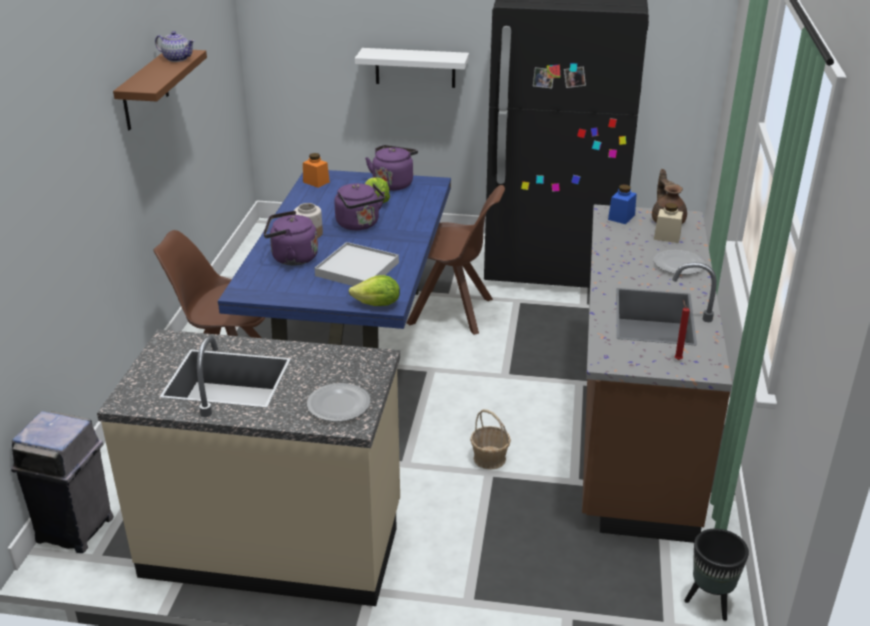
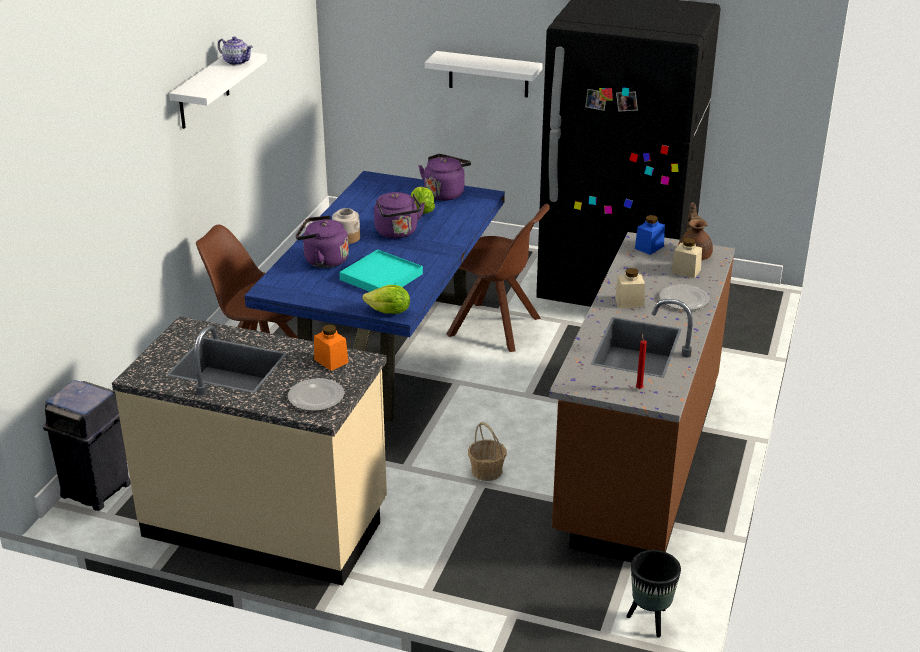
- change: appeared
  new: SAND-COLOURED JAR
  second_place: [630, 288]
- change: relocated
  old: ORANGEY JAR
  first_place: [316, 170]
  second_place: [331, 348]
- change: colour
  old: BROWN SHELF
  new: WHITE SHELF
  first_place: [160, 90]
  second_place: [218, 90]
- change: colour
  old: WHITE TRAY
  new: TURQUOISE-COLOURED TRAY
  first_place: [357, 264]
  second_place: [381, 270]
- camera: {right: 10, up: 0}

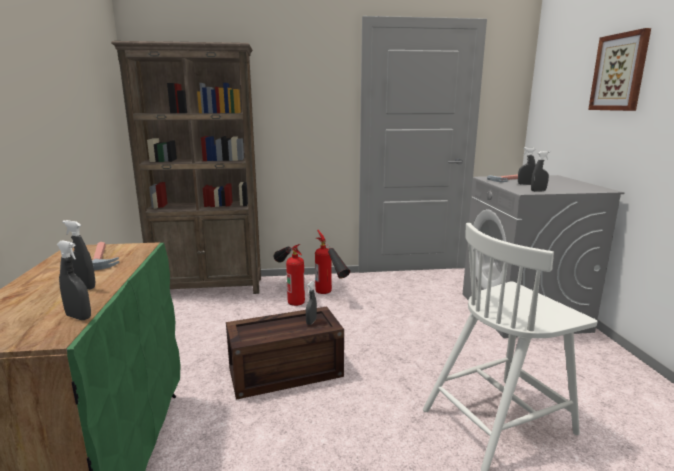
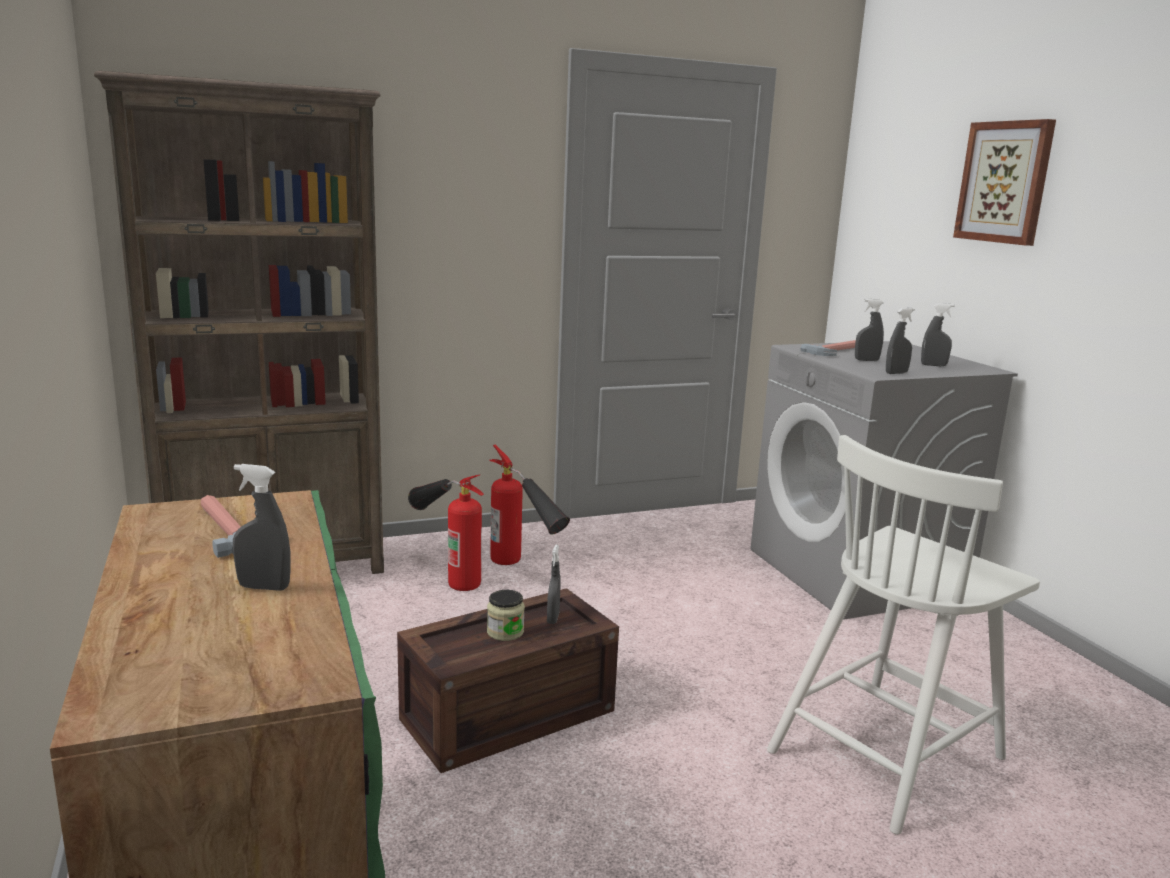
- change: appeared
  new: JAR
  second_place: [506, 615]
- change: relocated
  old: GREY HAND SPRAYER
  first_place: [74, 280]
  second_place: [937, 334]
- camera: {right: -15, up: 0}

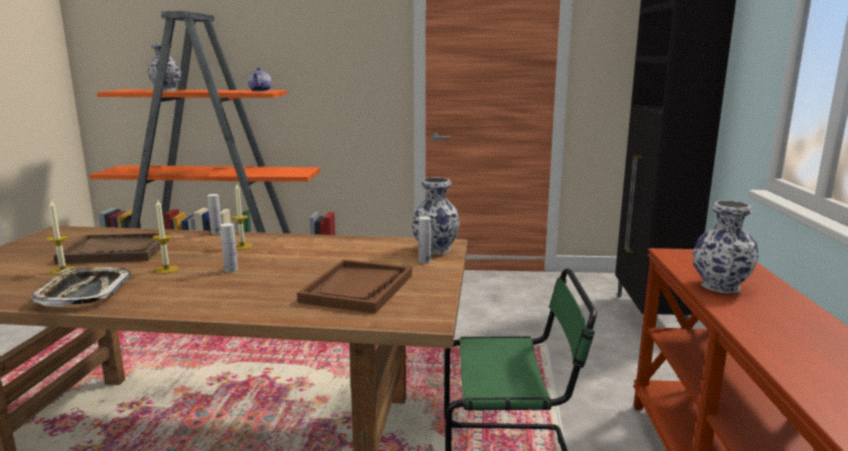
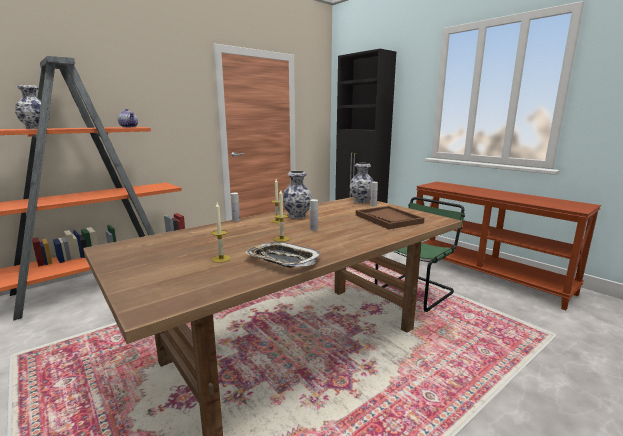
- change: missing
  old: BROWN TRAY
  first_place: [111, 248]
- change: relocated
  old: FLOWER VASE
  first_place: [726, 247]
  second_place: [297, 194]
- camera: {right: -45, up: 0}

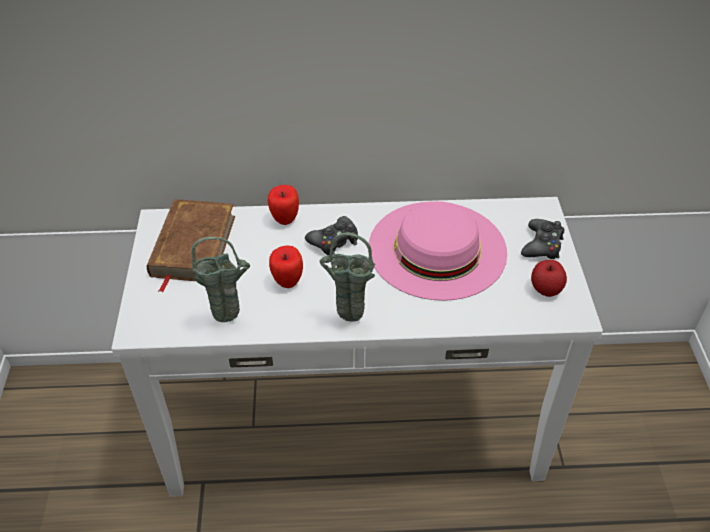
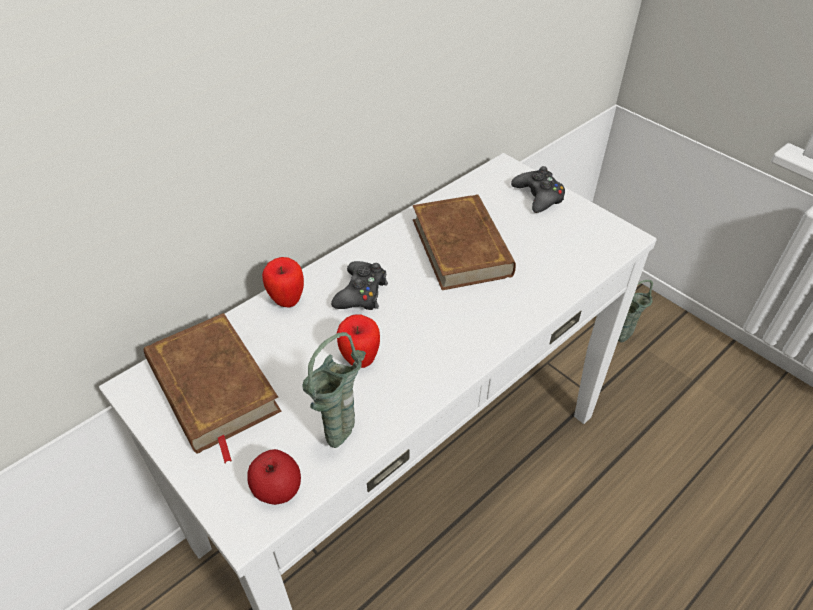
- change: relocated
  old: GREEN FLOWER VASE
  first_place: [347, 276]
  second_place: [635, 311]
- change: relocated
  old: WHOLE APPLE
  first_place: [549, 278]
  second_place: [274, 477]
- change: exchanged
  old: PINKISH WEARABLE HAT
  new: BROWN BOUND BOOK
  first_place: [438, 251]
  second_place: [464, 242]
- camera: {right: -40, up: 0}

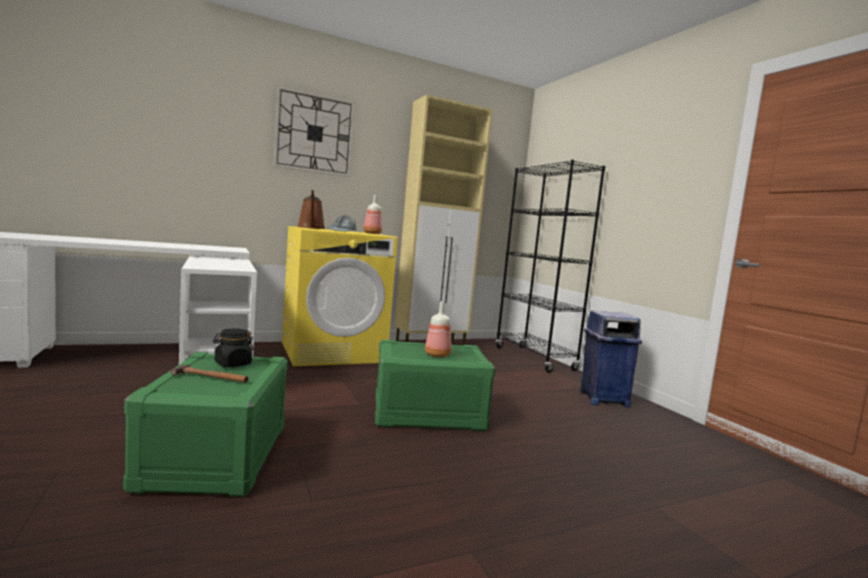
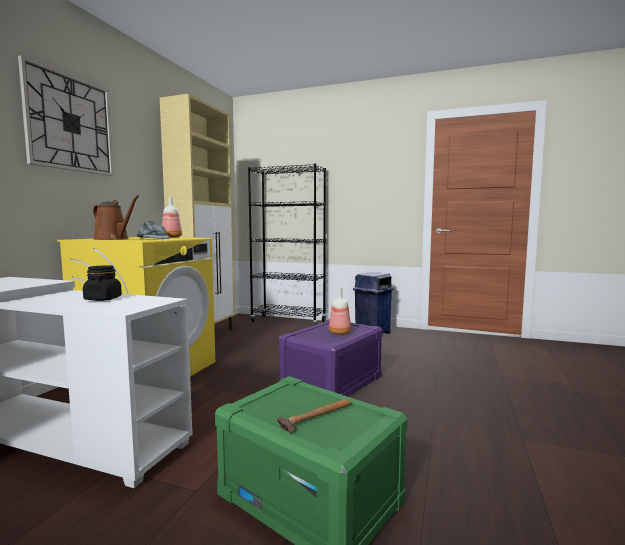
- change: relocated
  old: BLACK-COLOURED JAR
  first_place: [233, 347]
  second_place: [102, 283]
- change: colour
  old: GREEN STORAGE BOX
  new: PURPLE STORAGE BOX
  first_place: [435, 385]
  second_place: [330, 358]
- camera: {right: -45, up: 0}

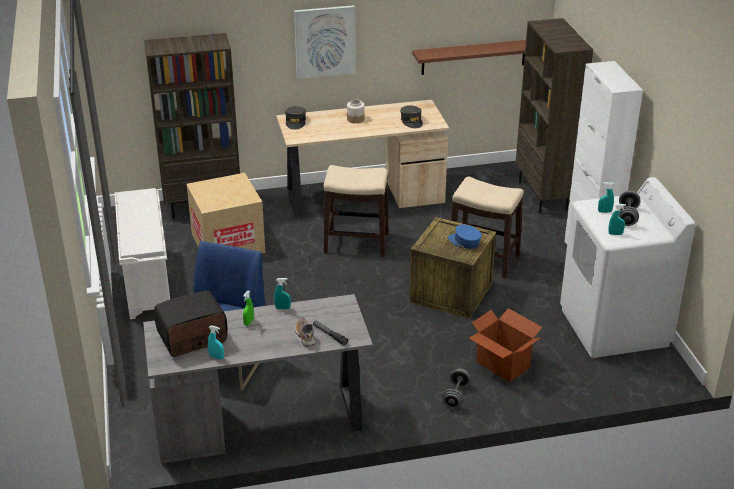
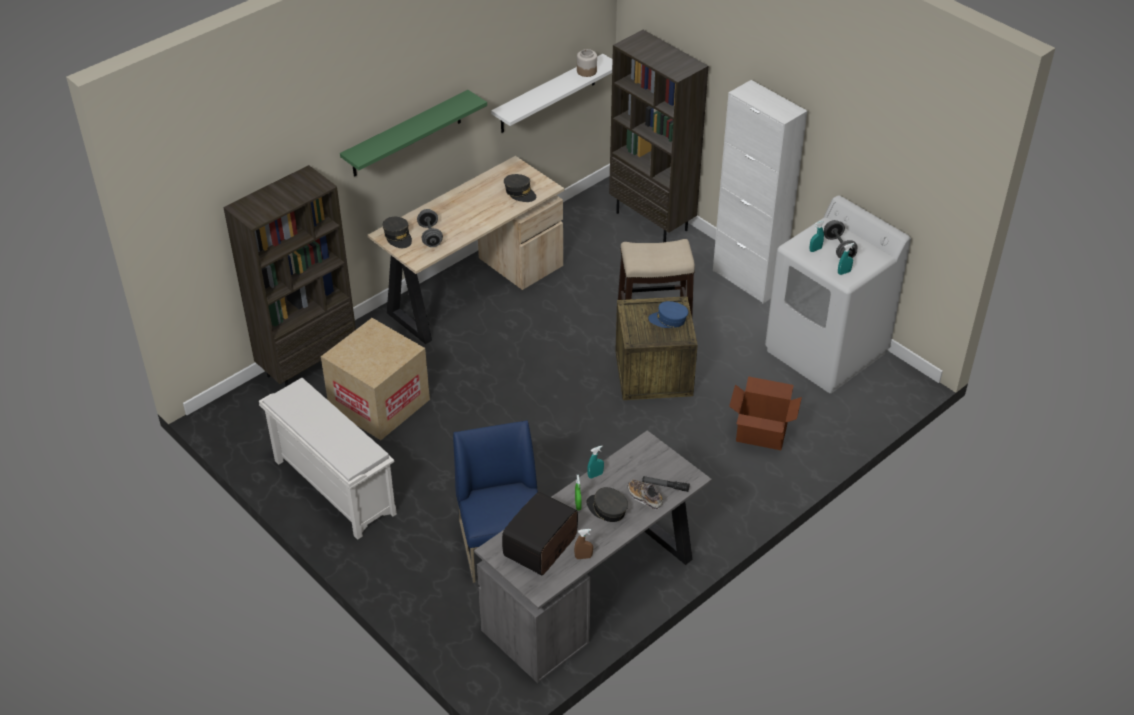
- change: missing
  old: STOOL SEAT
  first_place: [356, 211]
- change: appeared
  new: GREY PEAKED CAP
  second_place: [607, 504]
- change: relocated
  old: JAR
  first_place: [356, 111]
  second_place: [587, 63]
- change: relocated
  old: GREY HAND WEIGHT
  first_place: [456, 388]
  second_place: [430, 228]
- change: exchanged
  old: WALL PICTURE
  new: GREEN SHELF
  first_place: [324, 42]
  second_place: [413, 133]
- change: colour
  old: TURQUOISE-COLOURED HAND SPRAYER
  new: BROWN HAND SPRAYER
  first_place: [216, 342]
  second_place: [583, 544]
- change: colour
  old: BROWN SHELF
  new: WHITE SHELF
  first_place: [469, 57]
  second_place: [552, 93]
- camera: {right: -30, up: 10}

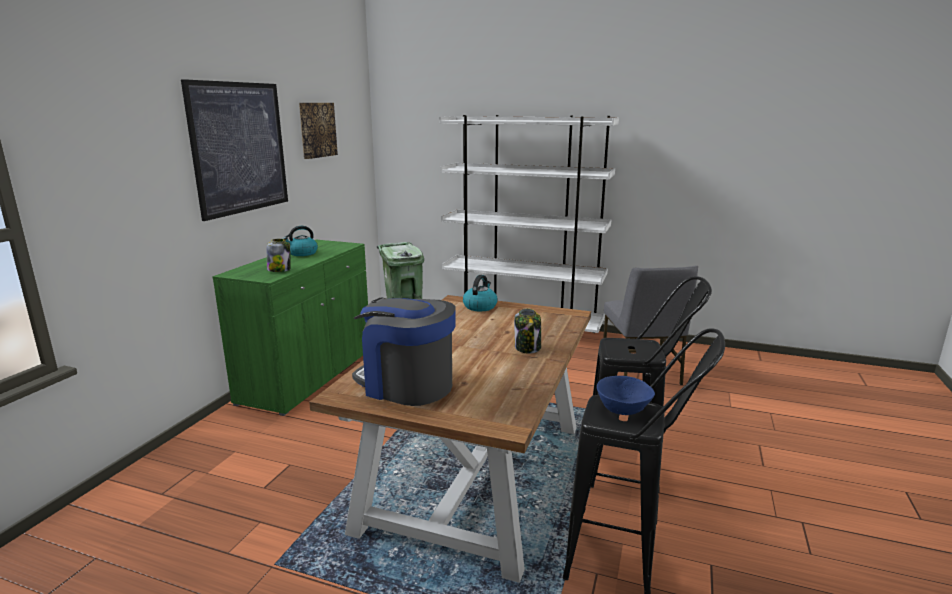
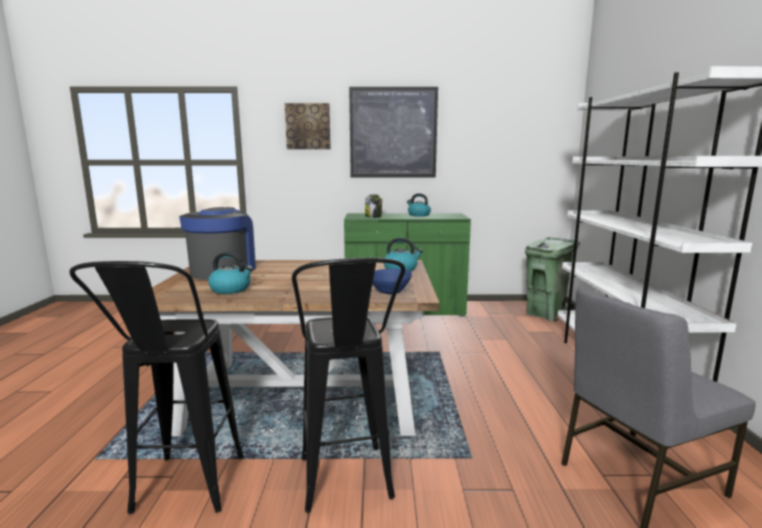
- change: missing
  old: JAR
  first_place: [527, 331]
- change: appeared
  new: TEA KETTLE
  second_place: [230, 273]
- change: relocated
  old: WALL PICTURE
  first_place: [318, 131]
  second_place: [308, 126]
- change: relocated
  old: BLUE BOWL
  first_place: [626, 395]
  second_place: [392, 281]
- camera: {right: 70, up: -5}

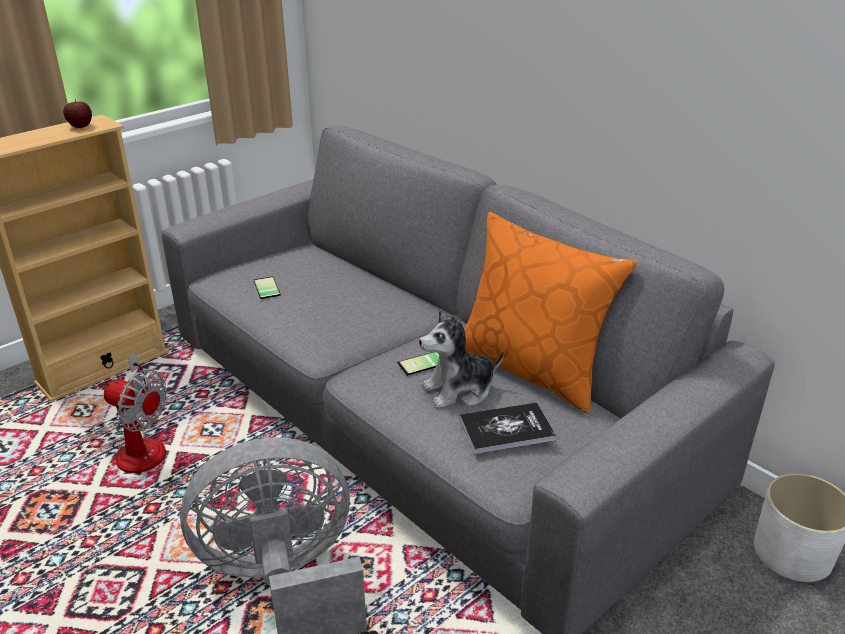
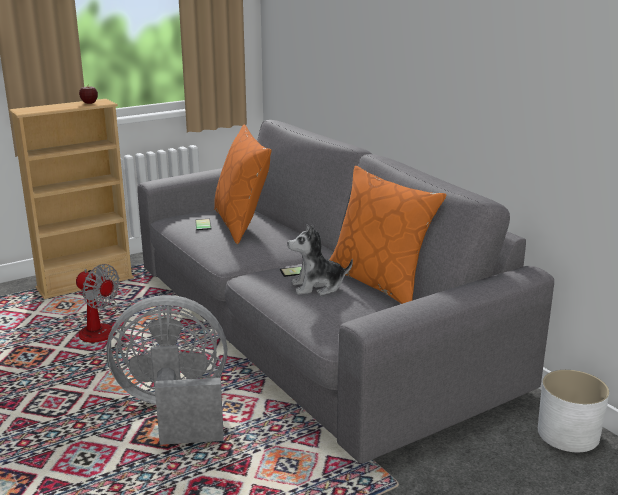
- change: missing
  old: BOUND BOOK
  first_place: [507, 428]
- change: appeared
  new: ORANGEY PILLOW
  second_place: [243, 184]
- camera: {right: 10, up: -10}

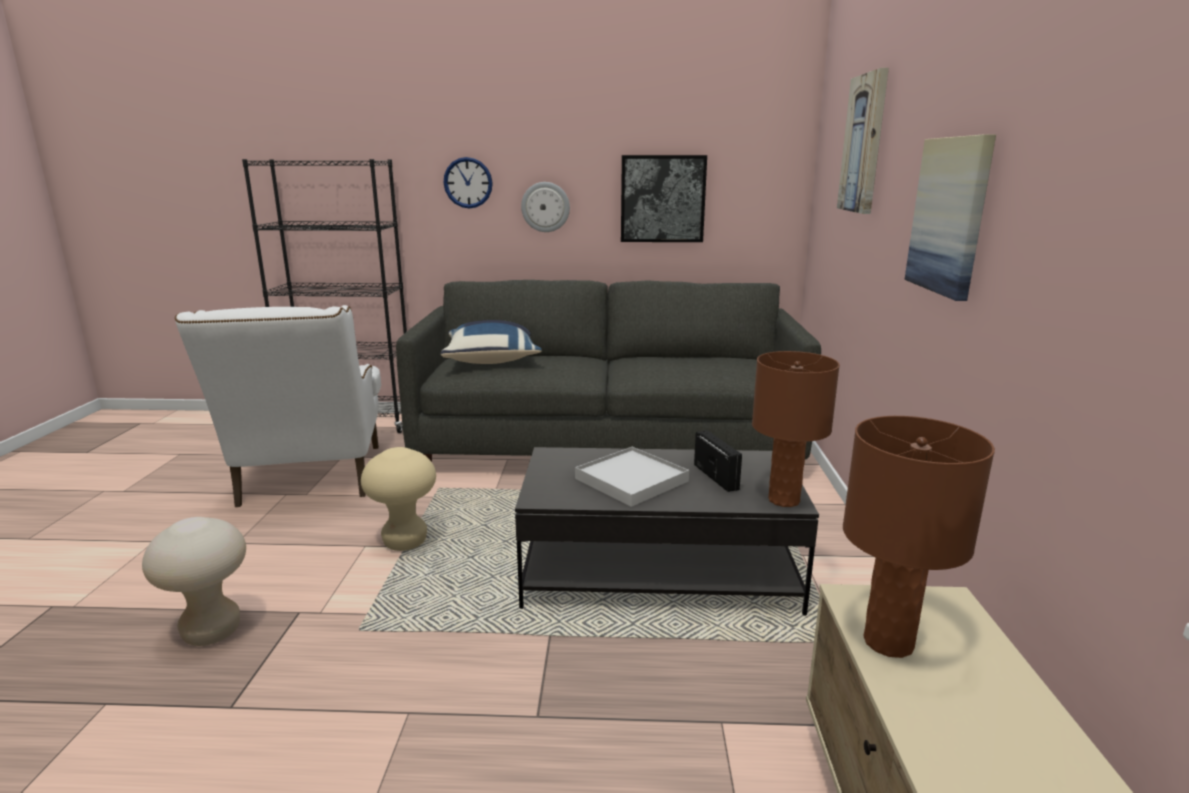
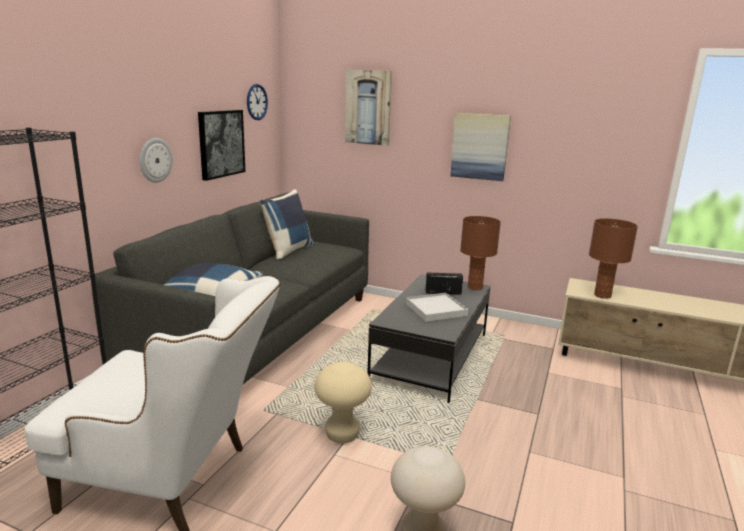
- change: appeared
  new: BLUE PILLOW
  second_place: [287, 225]
- change: relocated
  old: CLOCK ON THE WALL
  first_place: [468, 182]
  second_place: [257, 102]
- camera: {right: -70, up: 0}

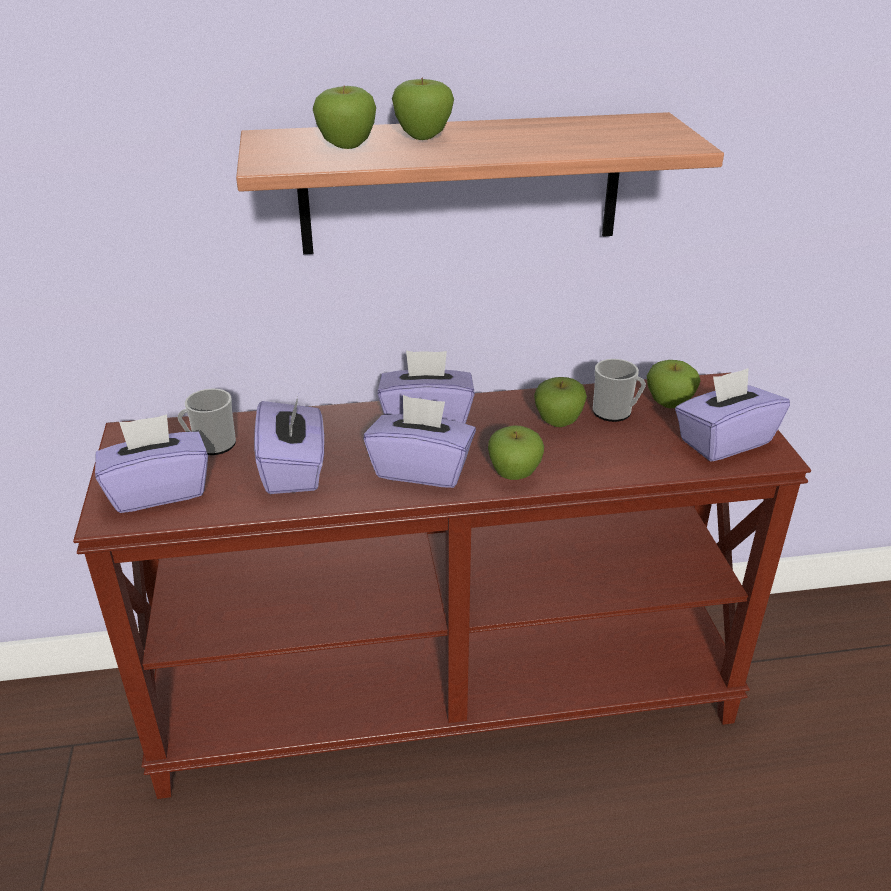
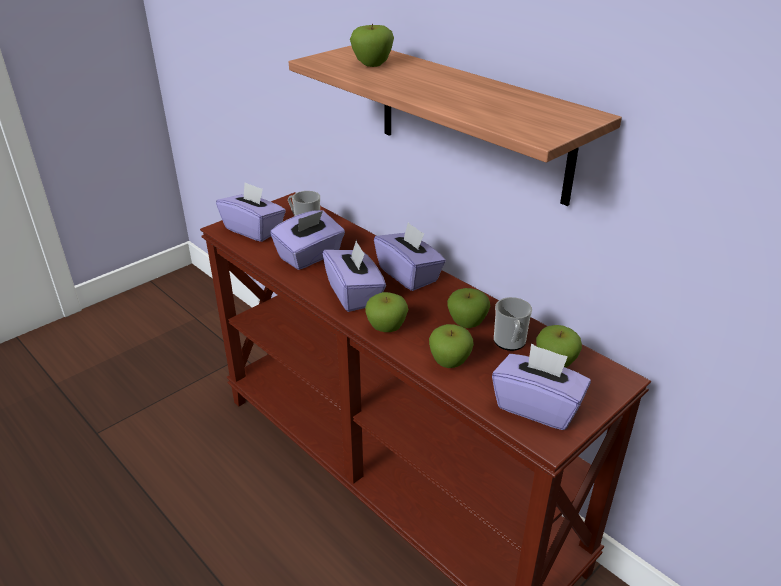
- change: relocated
  old: WHOLE APPLE
  first_place: [423, 108]
  second_place: [451, 346]
- camera: {right: 55, up: 0}

